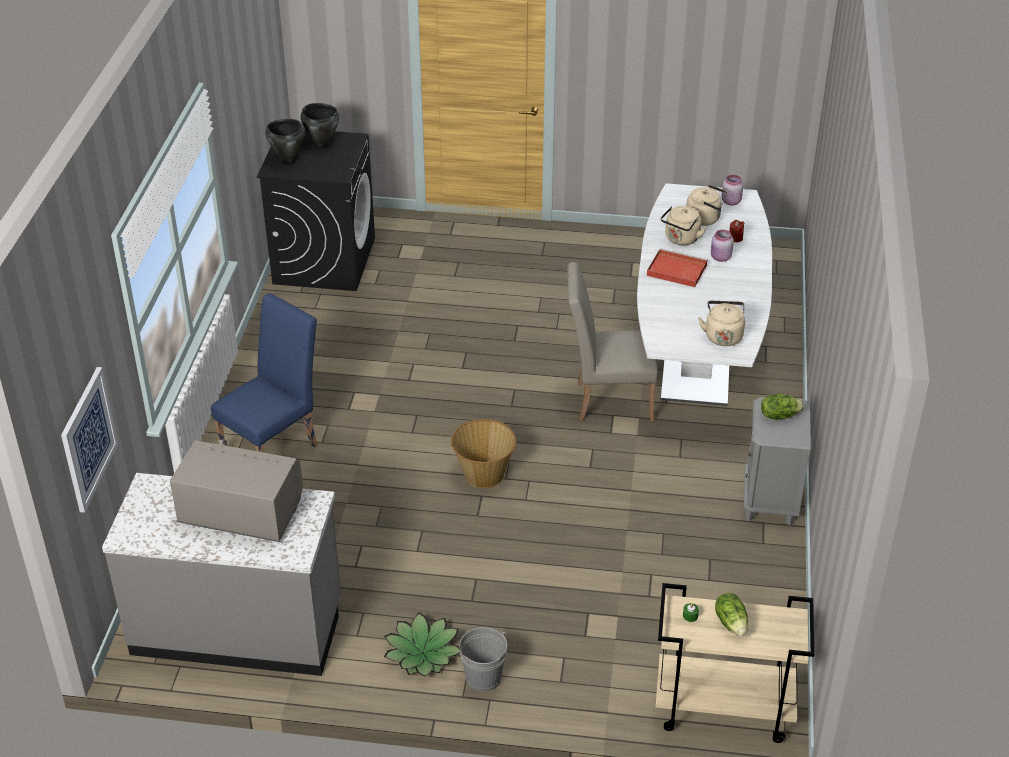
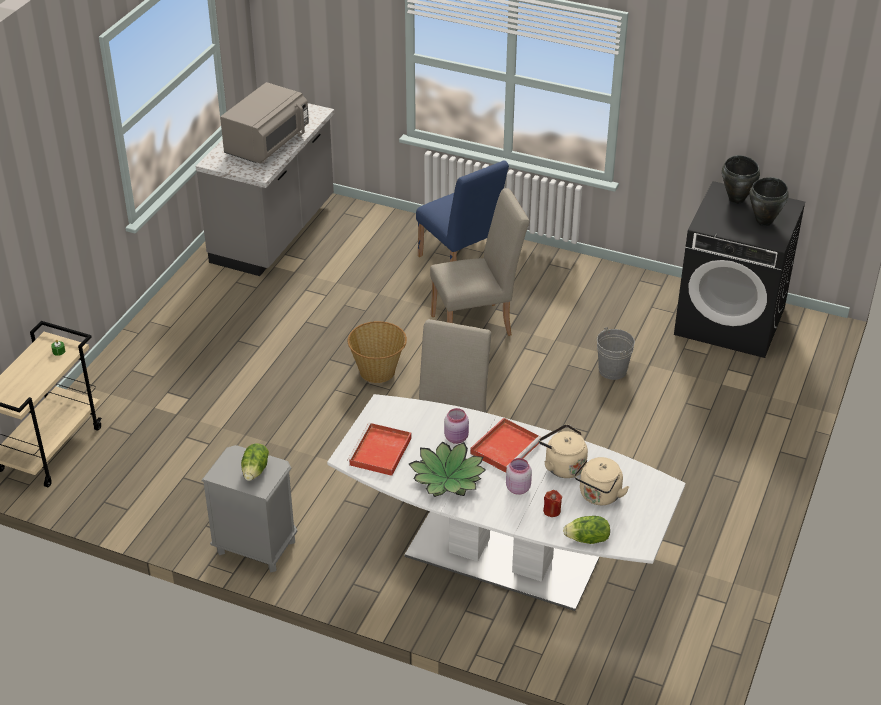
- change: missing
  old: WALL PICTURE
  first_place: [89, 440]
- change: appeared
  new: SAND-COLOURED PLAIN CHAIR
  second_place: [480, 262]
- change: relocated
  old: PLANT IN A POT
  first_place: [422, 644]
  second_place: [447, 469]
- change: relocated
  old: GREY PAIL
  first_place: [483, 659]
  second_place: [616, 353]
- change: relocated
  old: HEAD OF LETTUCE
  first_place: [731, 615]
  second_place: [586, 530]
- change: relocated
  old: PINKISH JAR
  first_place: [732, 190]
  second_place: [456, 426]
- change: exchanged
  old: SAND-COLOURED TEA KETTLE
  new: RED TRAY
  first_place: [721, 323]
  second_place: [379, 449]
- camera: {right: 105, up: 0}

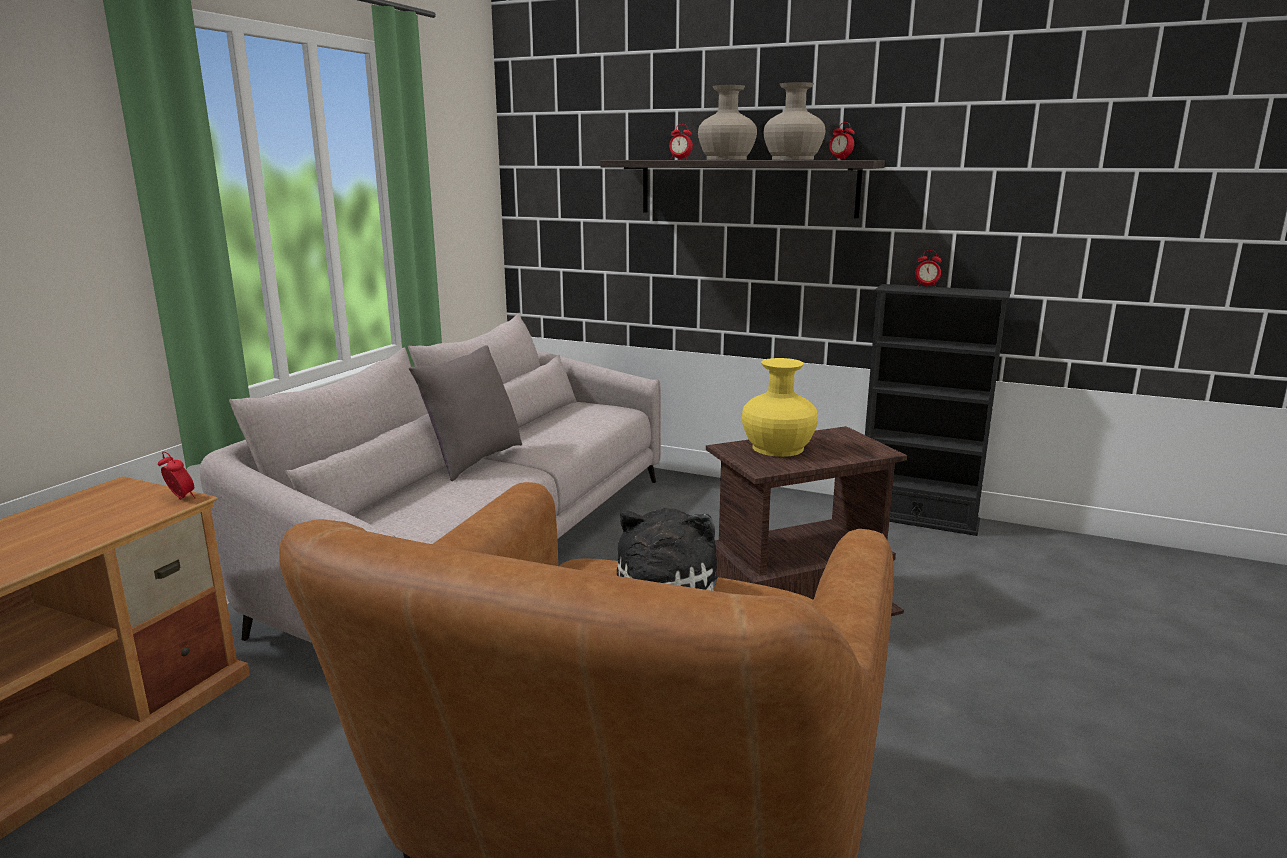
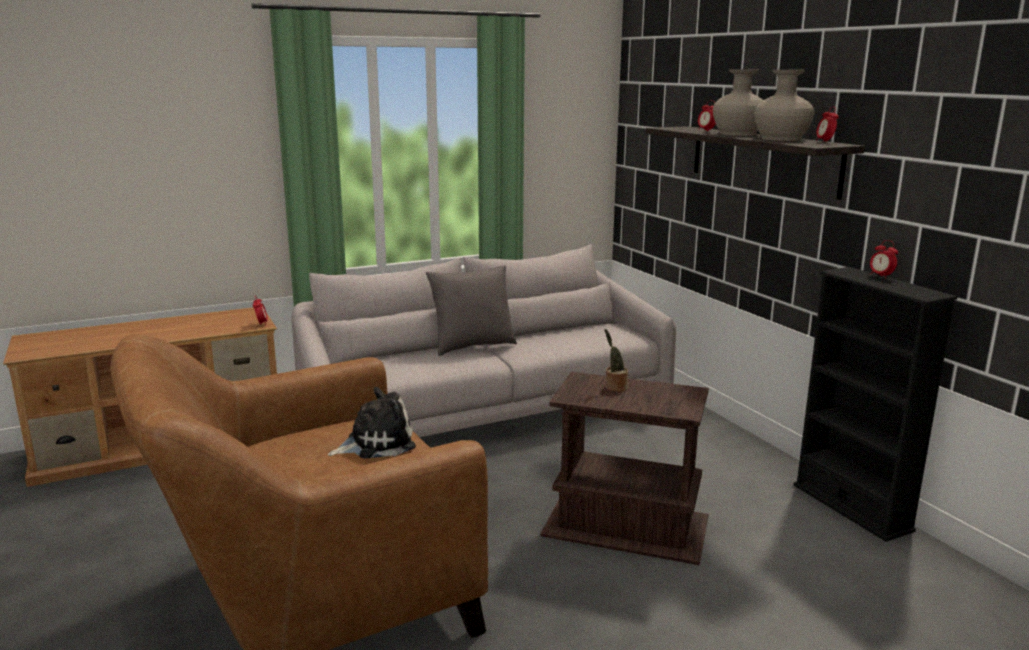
- change: exchanged
  old: YELLOWISH FLOWER VASE
  new: PLANT IN A POT
  first_place: [780, 407]
  second_place: [616, 360]
- camera: {right: 40, up: 0}

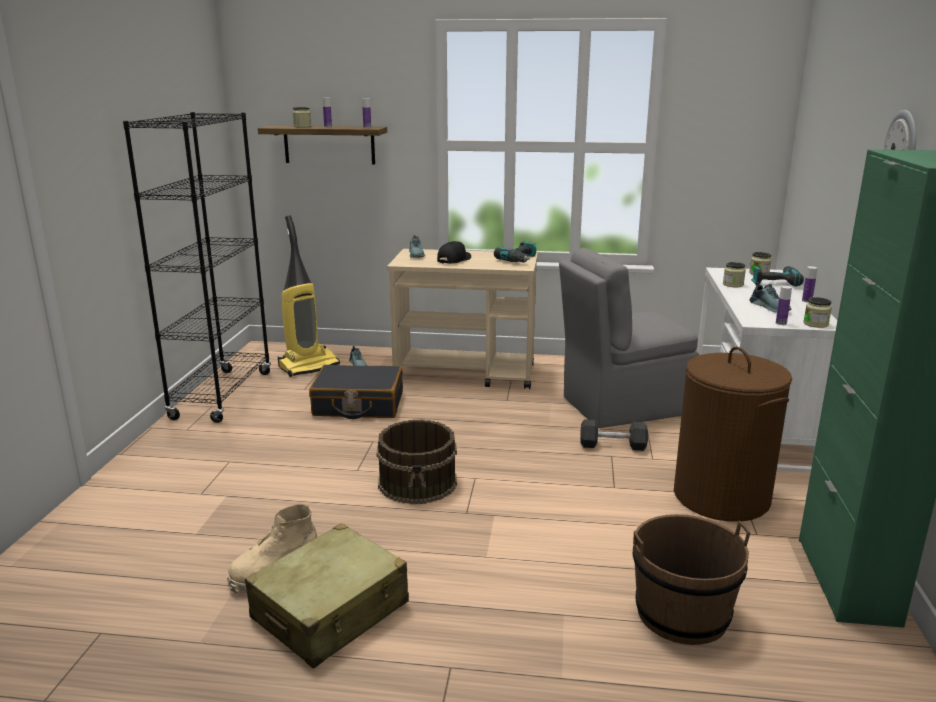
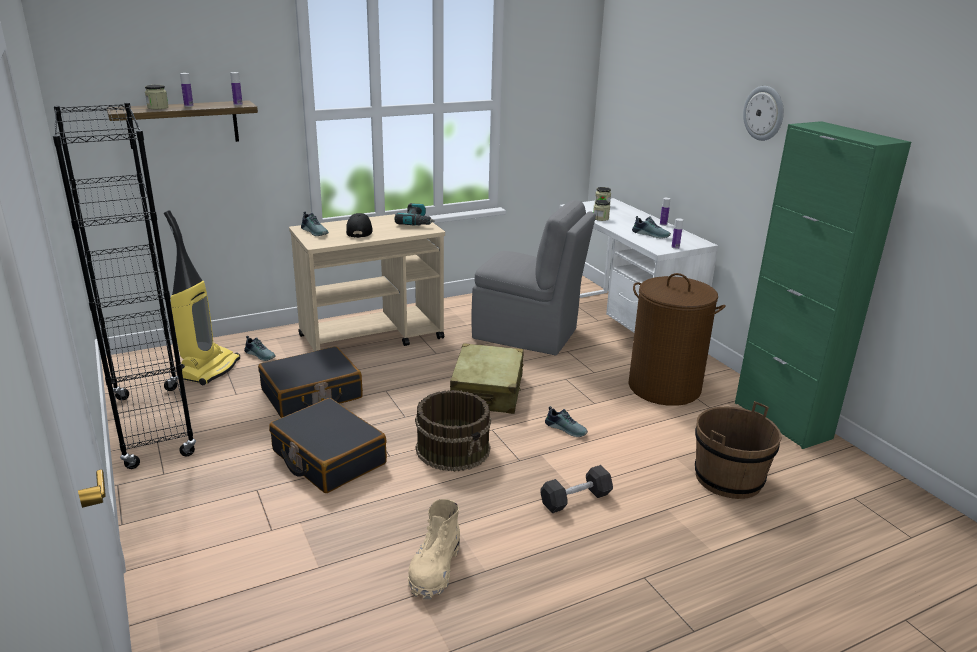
- change: missing
  old: DRILL
  first_place: [777, 276]
- change: missing
  old: JAR
  first_place: [817, 312]
- change: appeared
  new: BLACK-COLOURED PIECE OF LUGGAGE
  second_place: [328, 445]
- change: appeared
  new: ITEM OF FOOTWEAR
  second_place: [566, 421]
- change: relocated
  old: SAND-COLOURED PIECE OF LUGGAGE
  first_place: [327, 595]
  second_place: [487, 378]
- change: relocated
  old: BLACK-COLOURED HAND WEIGHT
  first_place: [614, 435]
  second_place: [576, 489]
- change: spun
  old: GREY PLAIN CHAIR
  first_place: [629, 338]
  second_place: [533, 278]
  degrees: -105
- camera: {right: -35, up: 5}

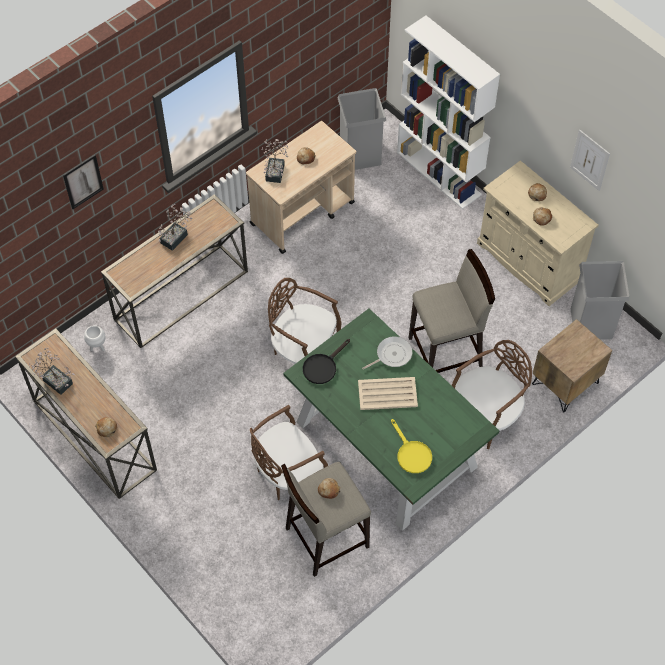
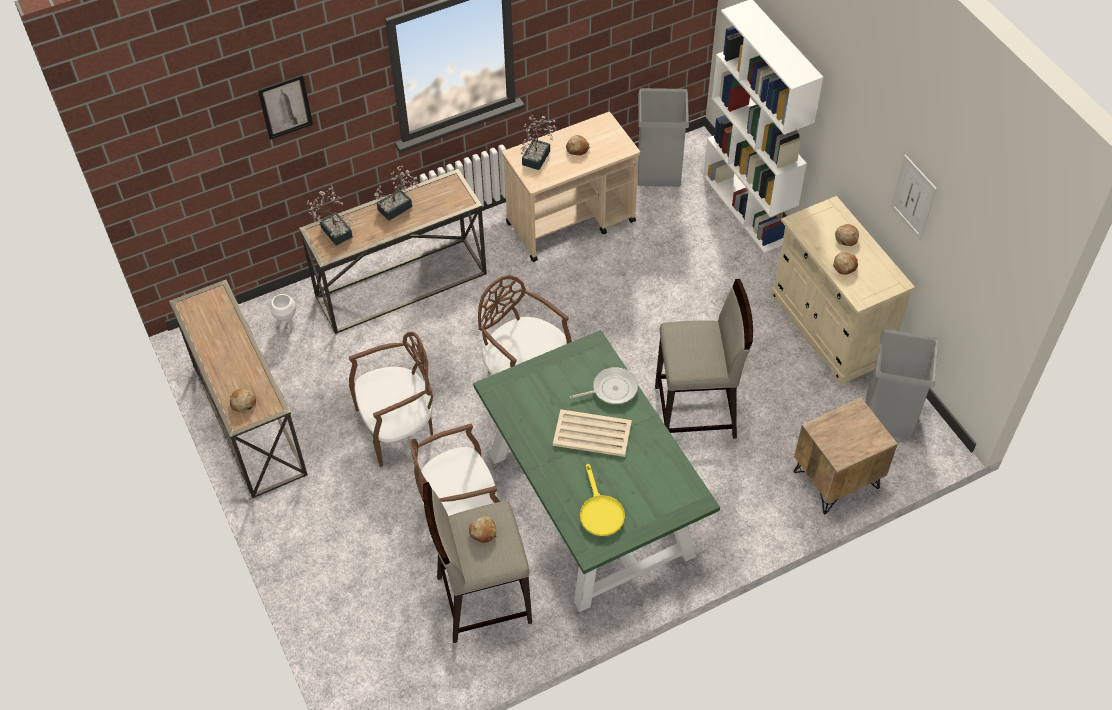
- change: missing
  old: BLACK-COLOURED SKILLET
  first_place: [326, 361]
- change: relocated
  old: PLANT IN A POT
  first_place: [52, 371]
  second_place: [331, 217]
- change: relocated
  old: BROWN PLAIN CHAIR
  first_place: [491, 394]
  second_place: [391, 399]
- camera: {right: 15, up: -5}

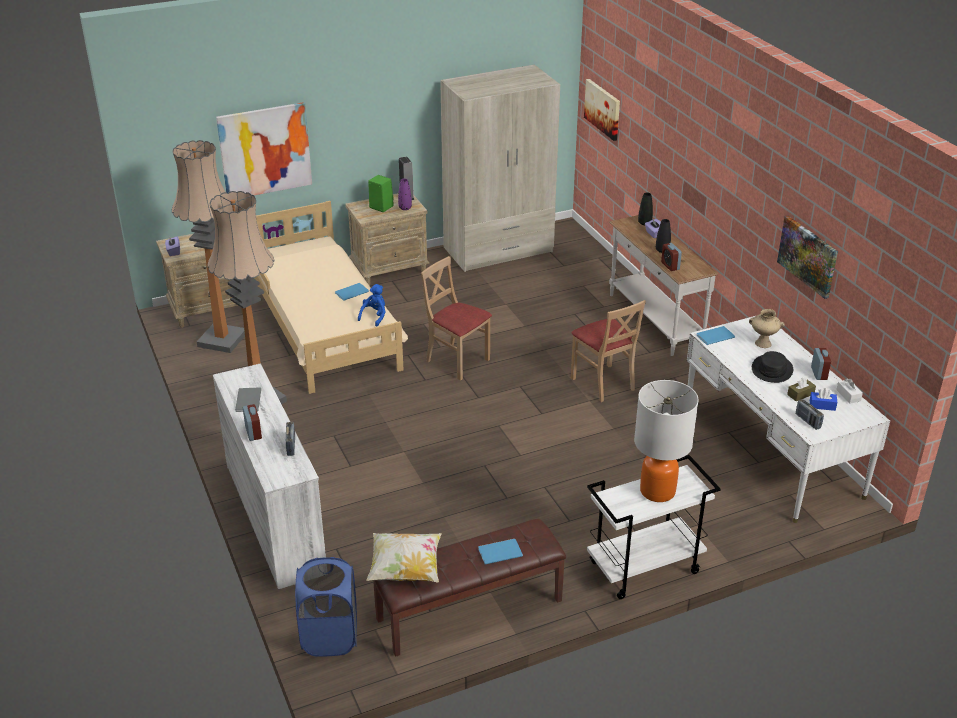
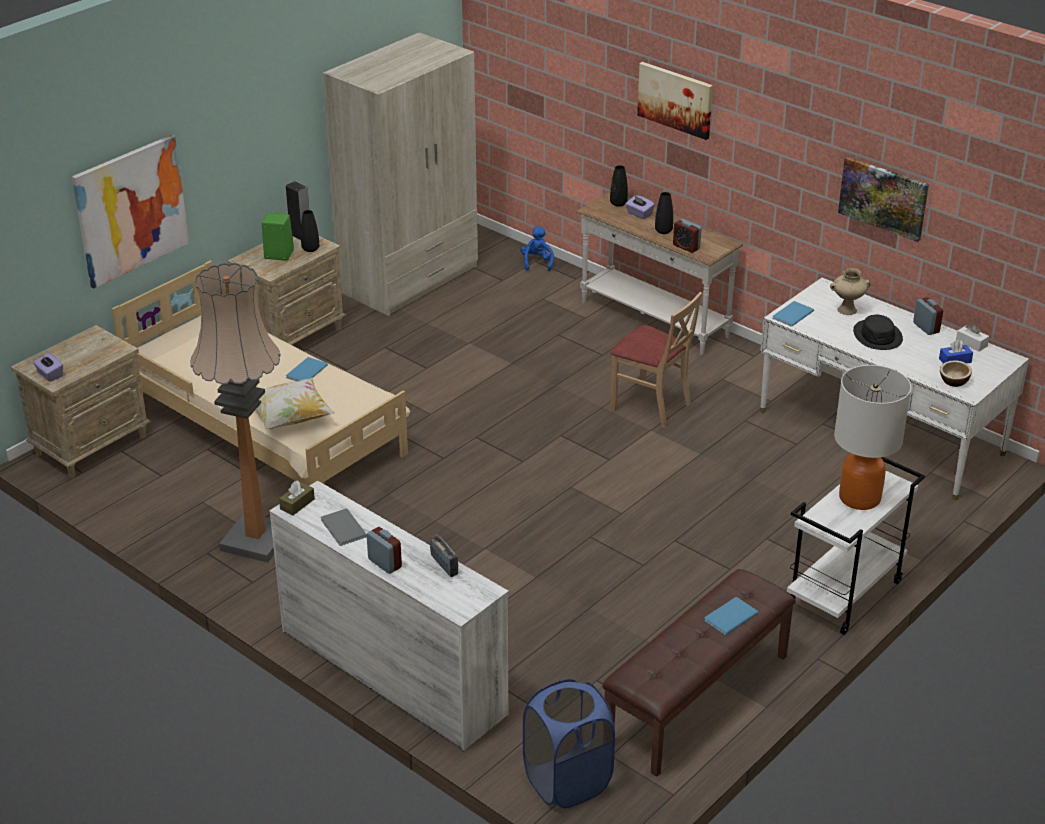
- change: missing
  old: FLOOR LAMP
  first_place: [208, 246]
- change: missing
  old: SAND-COLOURED PLAIN CHAIR
  first_place: [456, 318]
- change: relocated
  old: BLUE PLUSH TOY
  first_place: [372, 305]
  second_place: [537, 248]
- change: relocated
  old: PILLOW
  first_place: [404, 557]
  second_place: [296, 404]
- change: relocated
  old: WALL PICTURE
  first_place: [602, 110]
  second_place: [675, 101]
- change: relocated
  old: BROWN TISSUE HOLDER
  first_place: [801, 389]
  second_place: [297, 498]
- change: exchanged
  old: RADIO
  new: BOWL
  first_place: [810, 414]
  second_place: [956, 374]
- change: colour
  old: PURPLE FLOWER VASE
  new: BLACK-COLOURED FLOWER VASE
  first_place: [405, 194]
  second_place: [310, 231]
- camera: {right: -25, up: 0}

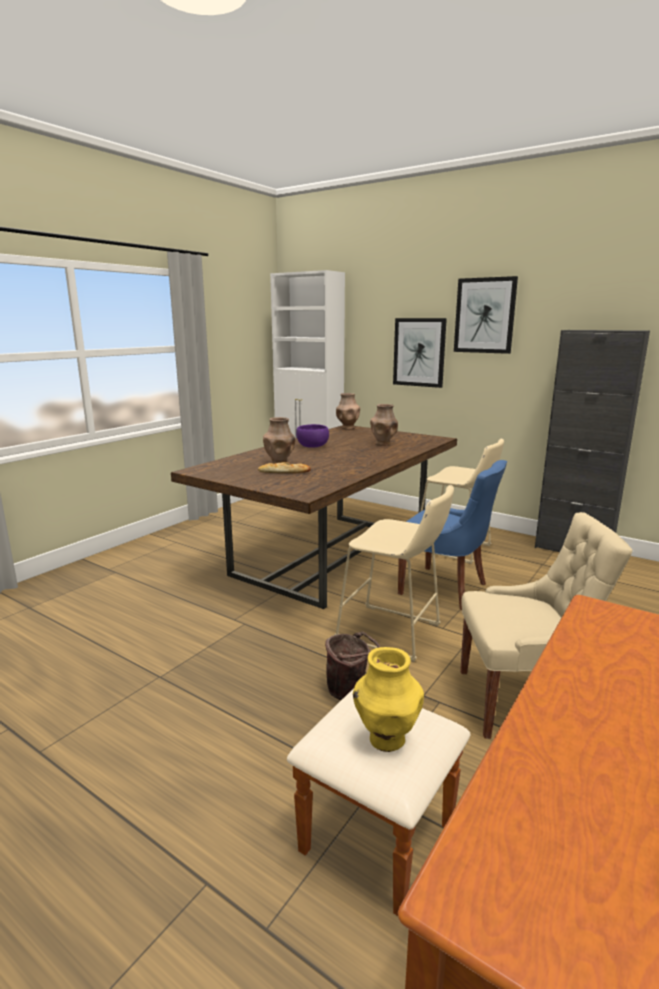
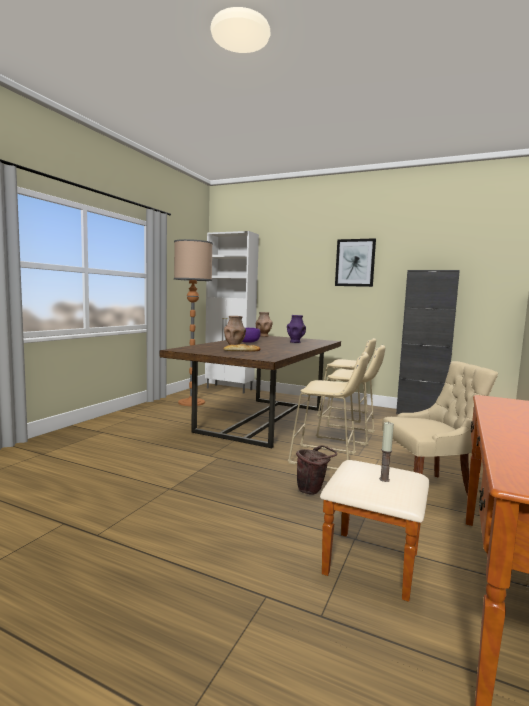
- change: missing
  old: WALL PICTURE
  first_place: [420, 353]
- change: appeared
  new: FLOOR LAMP
  second_place: [193, 322]
- change: exchanged
  old: YELLOWISH FLOWER VASE
  new: CANDLE
  first_place: [388, 699]
  second_place: [386, 451]
- change: exchanged
  old: BLUE PLAIN CHAIR
  new: SAND-COLOURED STOOL SEAT
  first_place: [452, 535]
  second_place: [350, 395]
- change: colour
  old: BROWN FLOWER VASE
  new: PURPLE FLOWER VASE
  first_place: [384, 425]
  second_place: [296, 329]
- camera: {right: -10, up: -10}

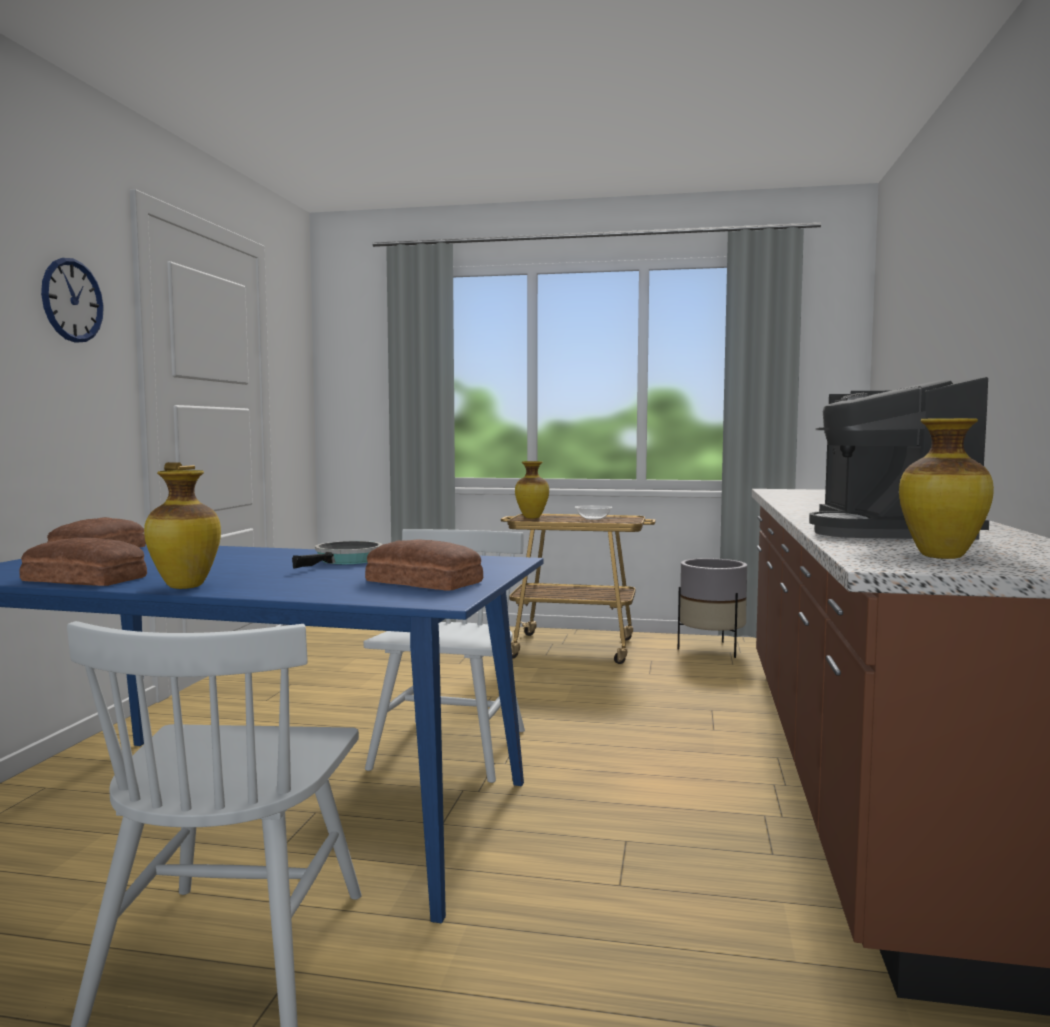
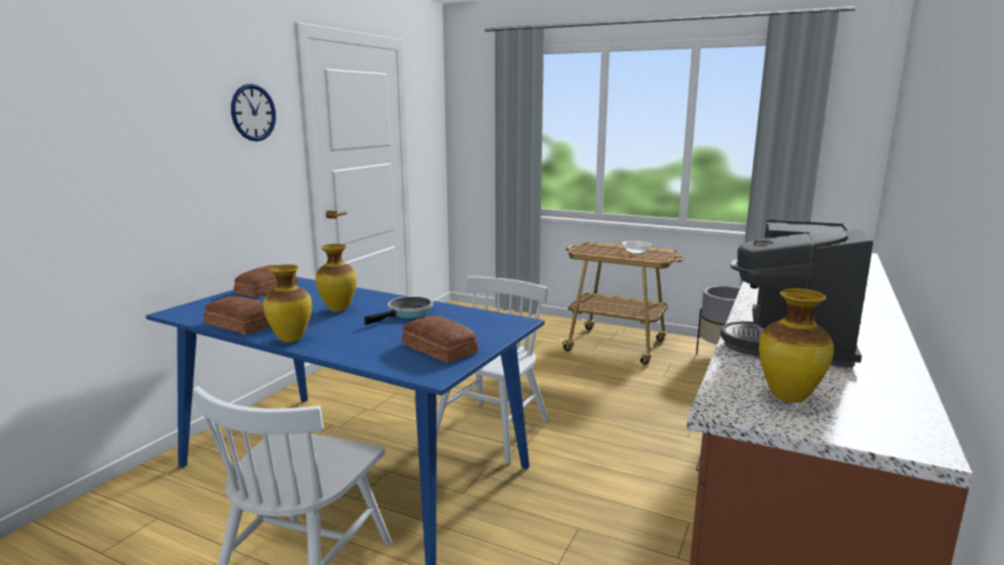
- change: relocated
  old: FLOWER VASE
  first_place: [532, 489]
  second_place: [336, 278]
- camera: {right: 15, up: 10}

